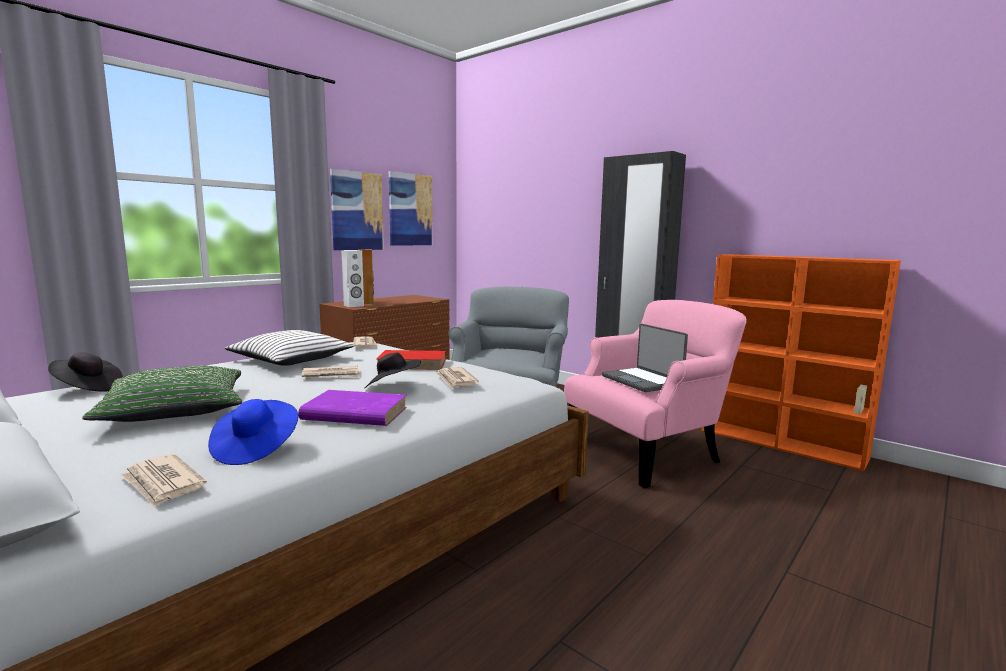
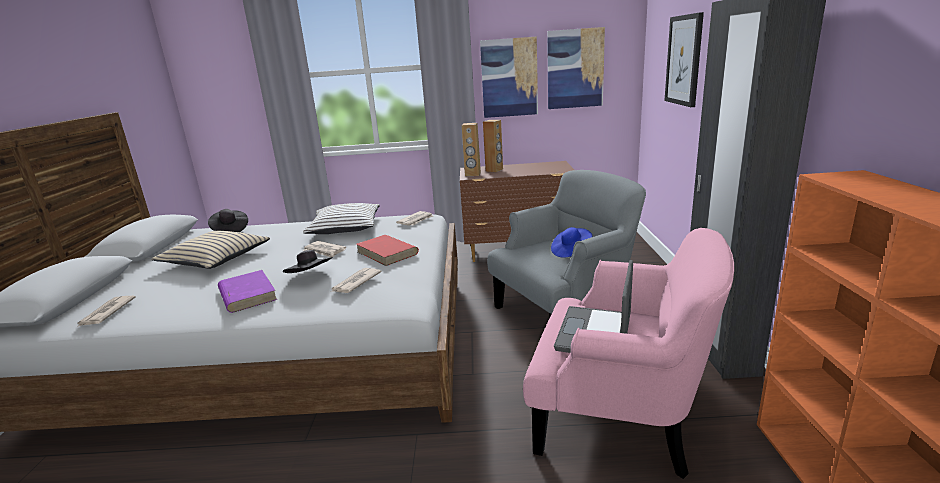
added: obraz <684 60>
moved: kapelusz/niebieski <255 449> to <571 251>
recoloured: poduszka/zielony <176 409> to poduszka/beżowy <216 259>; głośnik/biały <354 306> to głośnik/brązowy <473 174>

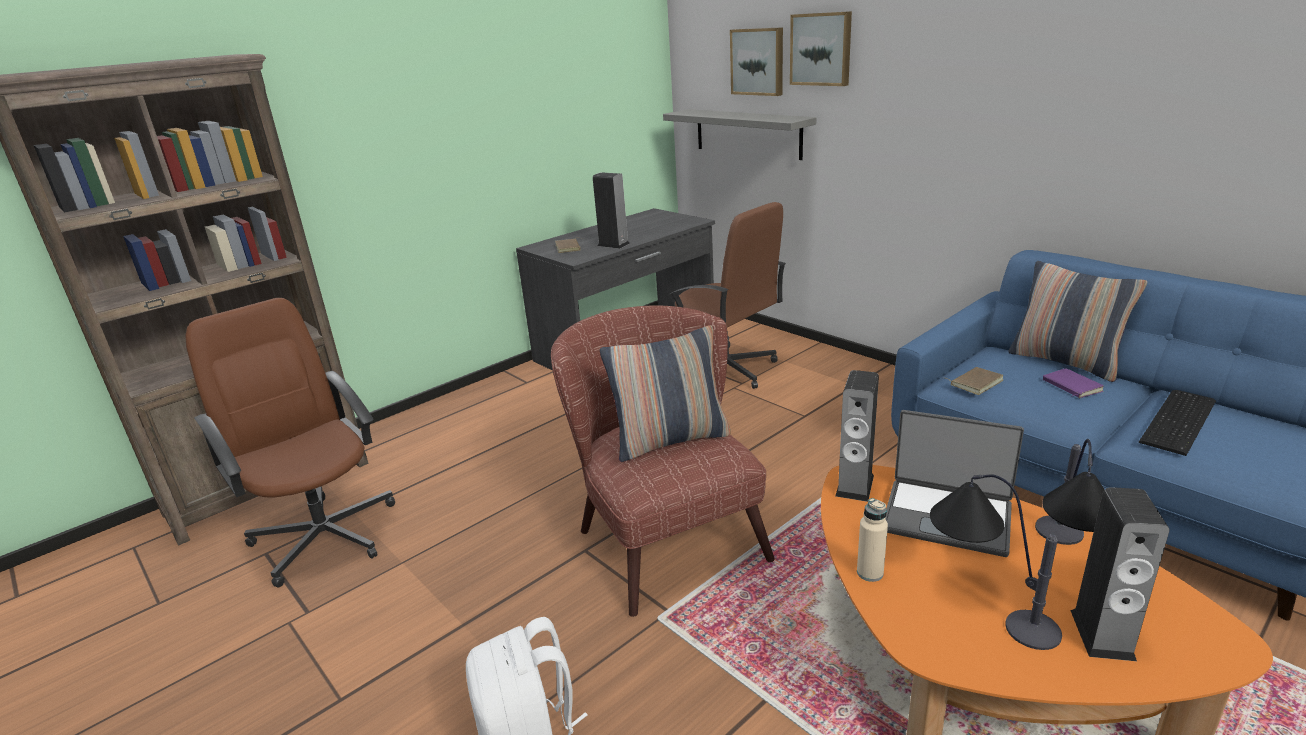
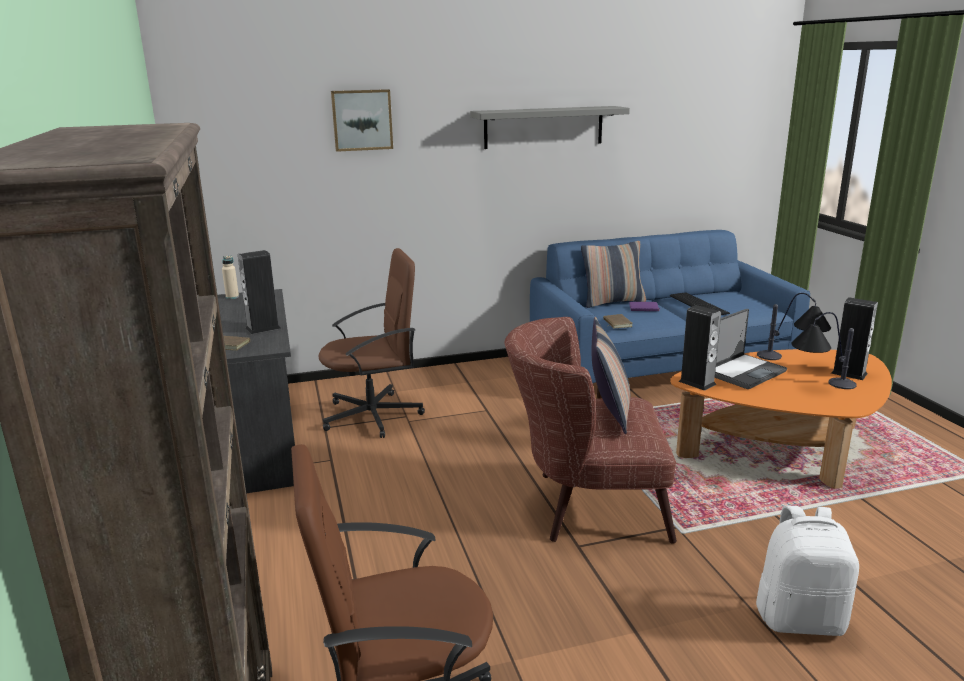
removed: obraz <758 61>
moved: półka/szary <747 133> to <544 127>; butelka/beżowy <870 573> to <232 297>

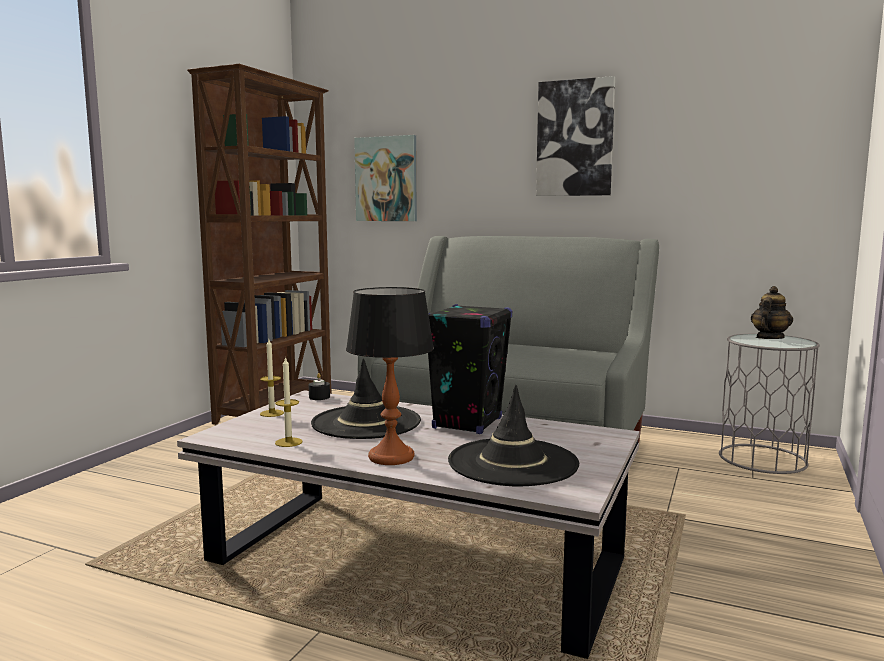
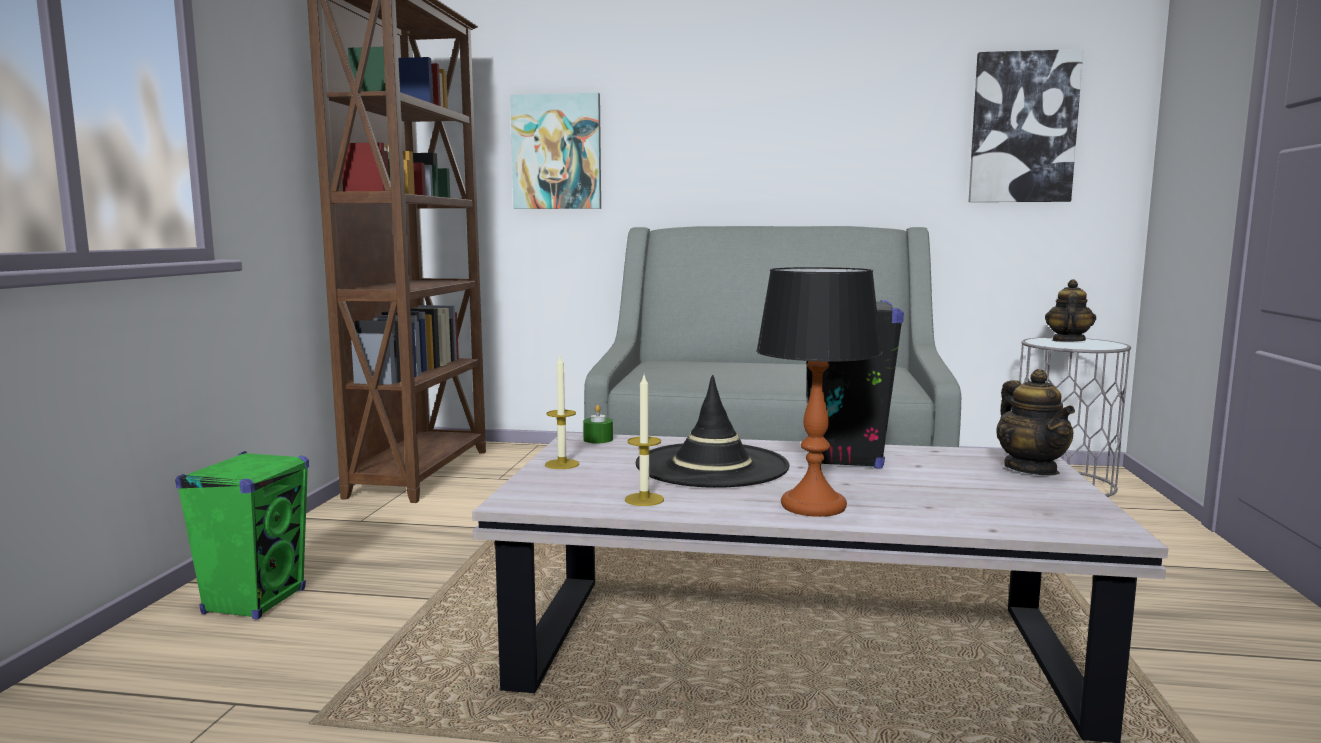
removed: kapelusz/czarny <512 462>
added: głośnik/zielony <255 601>; imbryk <1031 469>
moved: obraz <575 138> to <1023 128>
recoloured: świeca/czarny <319 397> to świeca/zielony <598 439>

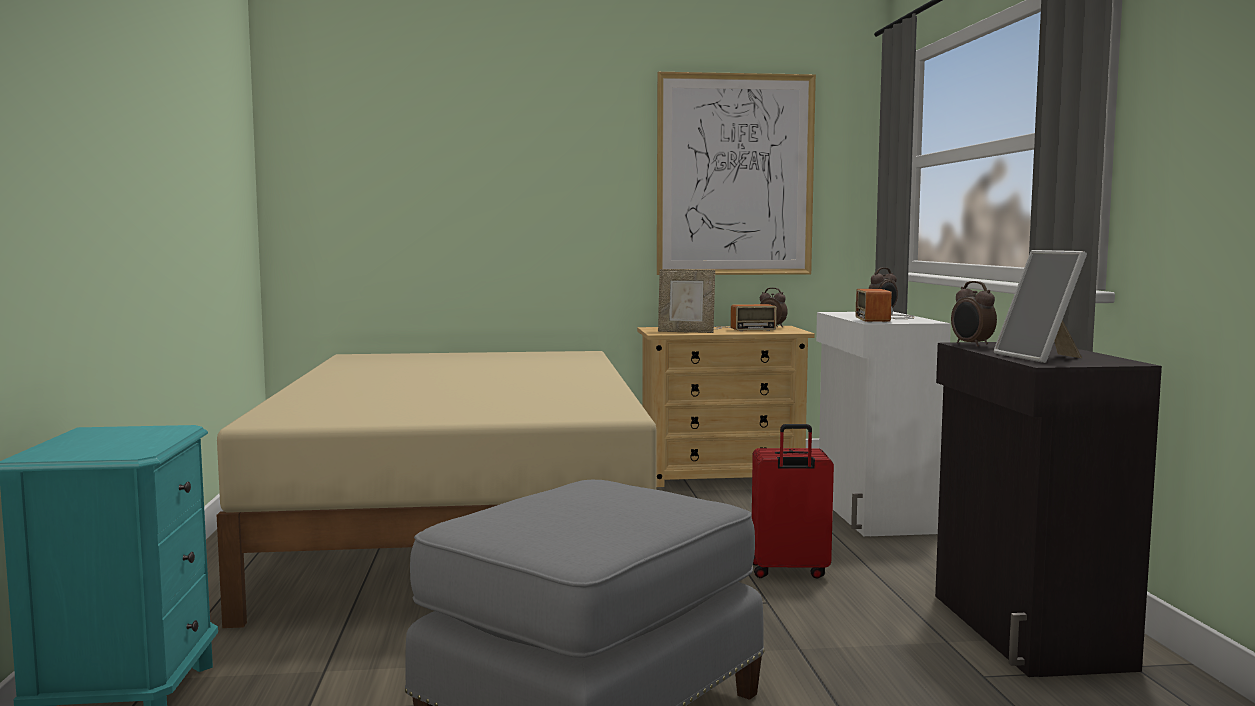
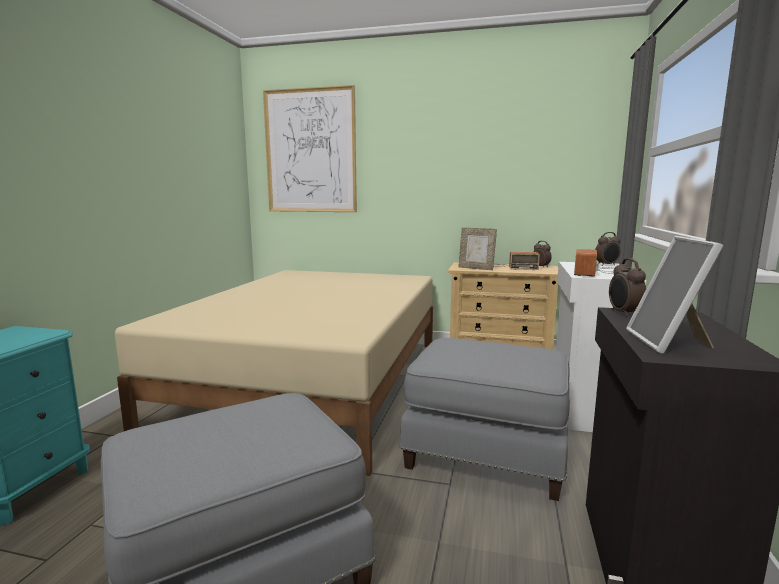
moved: obraz <735 175> to <310 151>
replaced: walizka/czerwony <788 571> to pufa/szary <486 455>

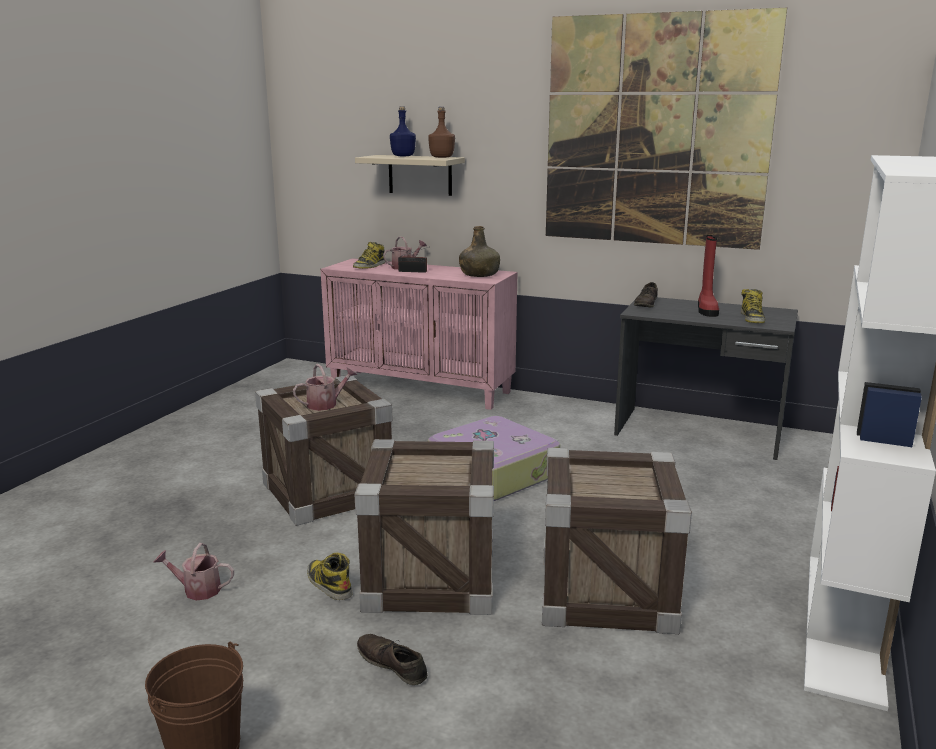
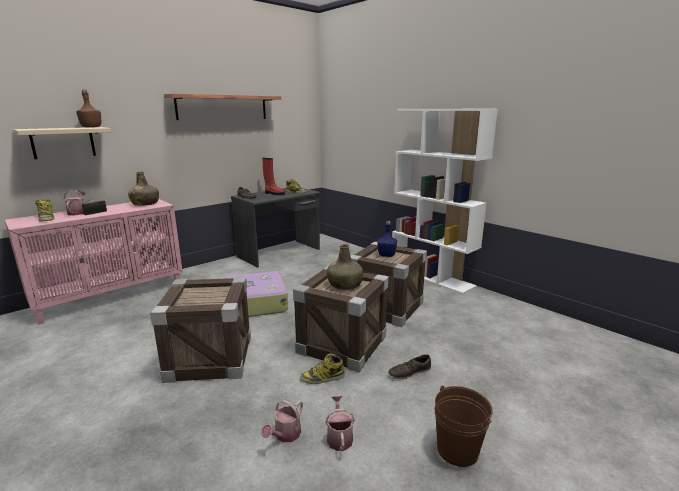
added: butelka/zielony <345 285>
moved: konewka <326 404> to <339 437>; butelka/niebieski <402 156> to <386 255>
replaced: obraz <655 132> to półka <223 107>

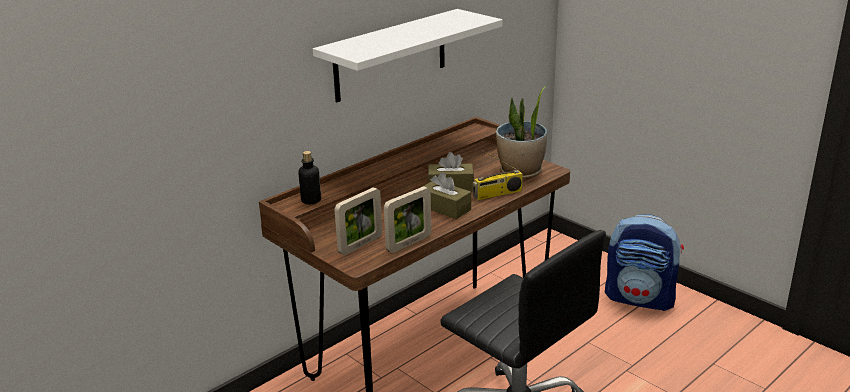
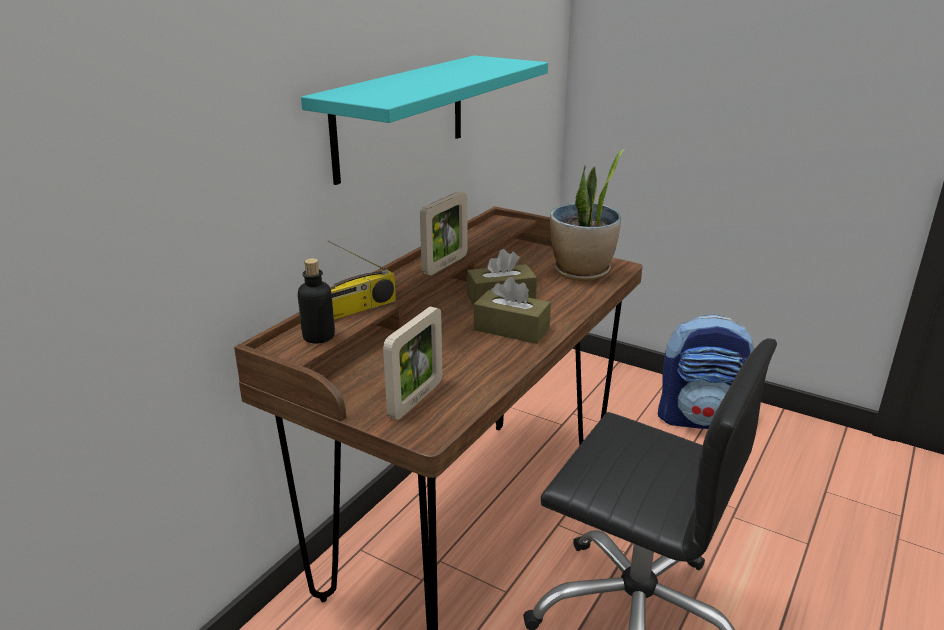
moved: ramka na zdjęcie <409 243> to <445 265>; radio <497 194> to <358 309>
recoloured: półka/biały <391 55> to półka/turkusowy <400 116>

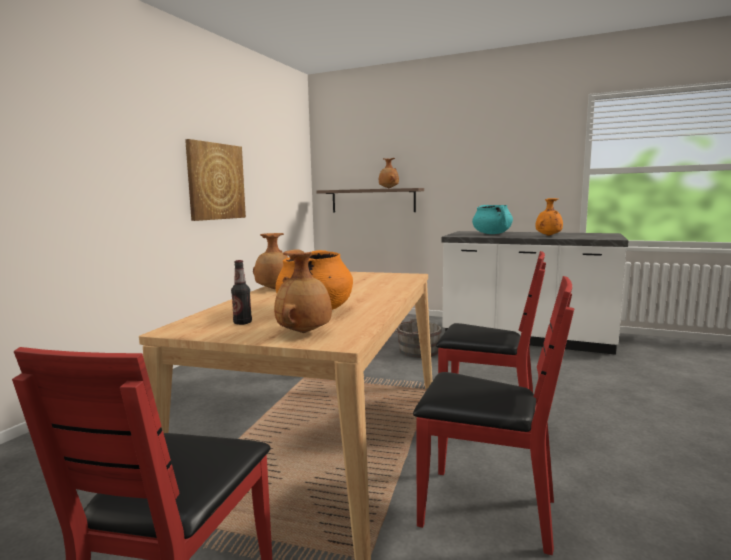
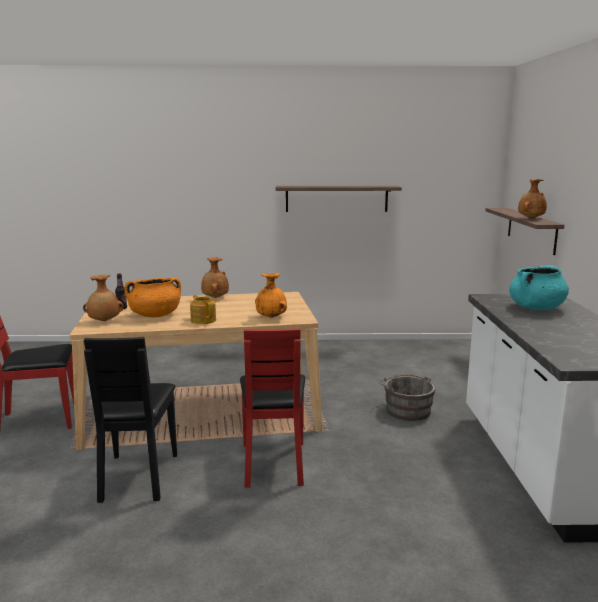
added: imbryk <203 320>
moved: wazon/pomarańczowy <548 235> to <271 317>
replaced: obraz <216 181> to półka <336 198>
recoloured: krzesło/czerwony <485 509> to krzesło/czarny <138 476>

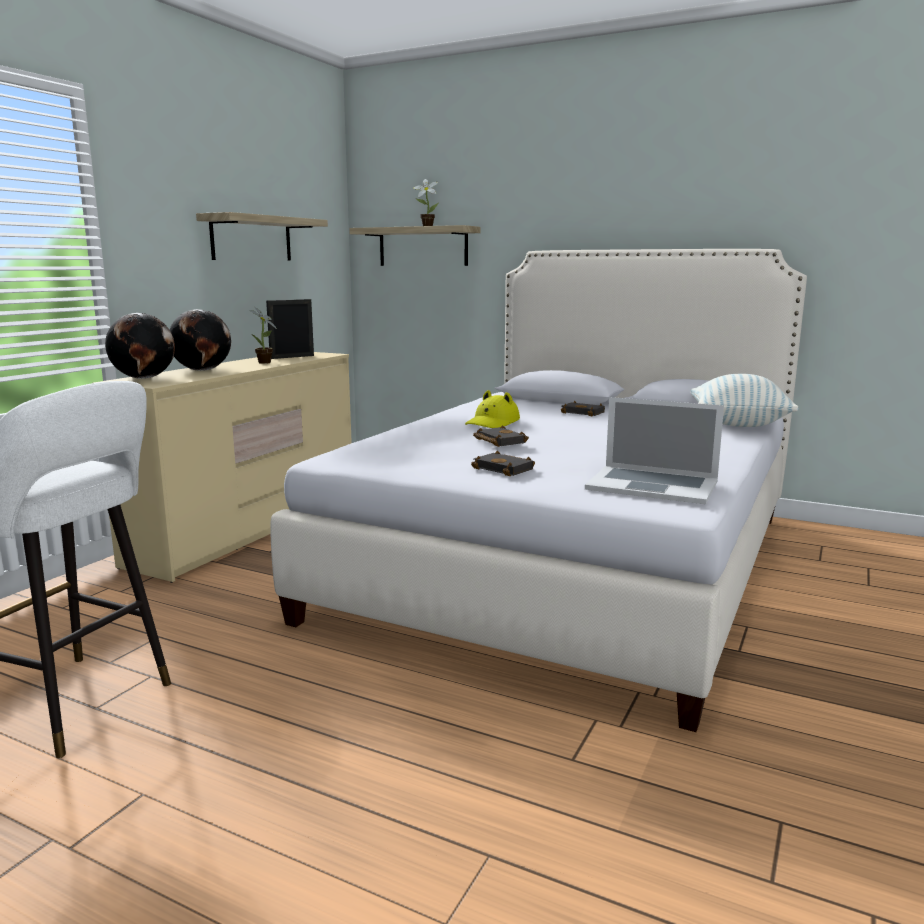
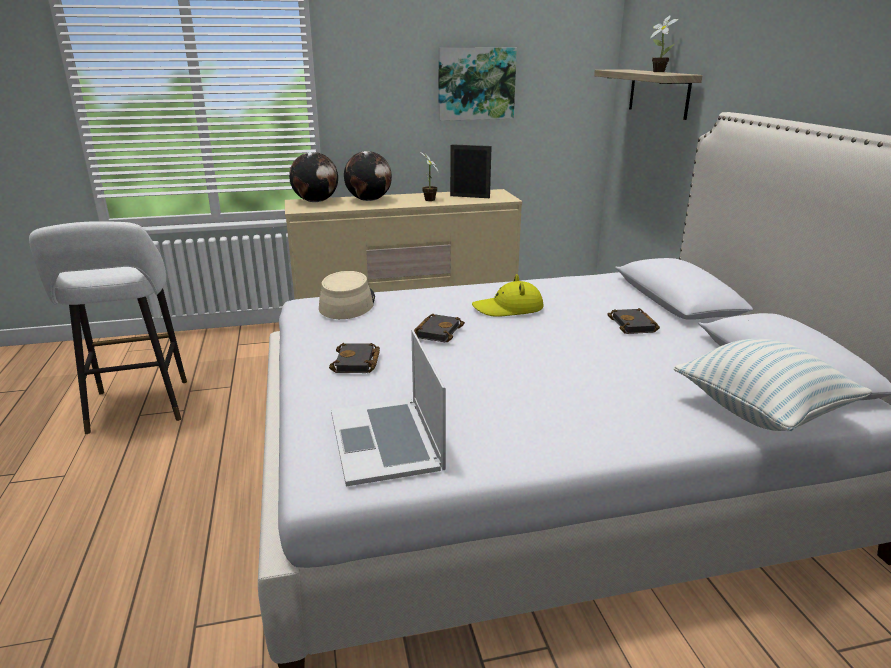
added: kapelusz/beżowy <347 303>
replaced: półka <251 238> to obraz <476 84>

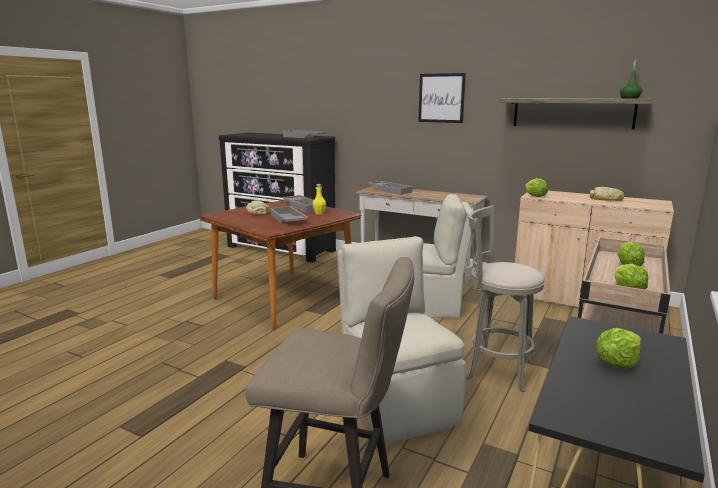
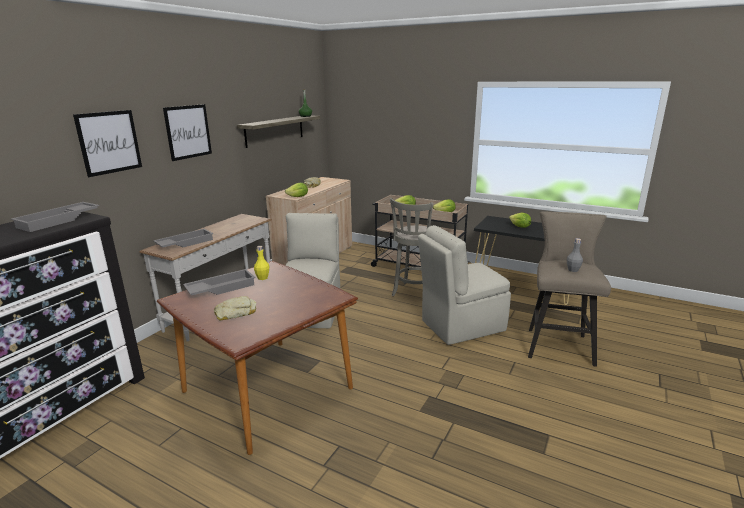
removed: taca/szary <287 220>
added: obraz <109 142>; butelka/szary <573 270>

